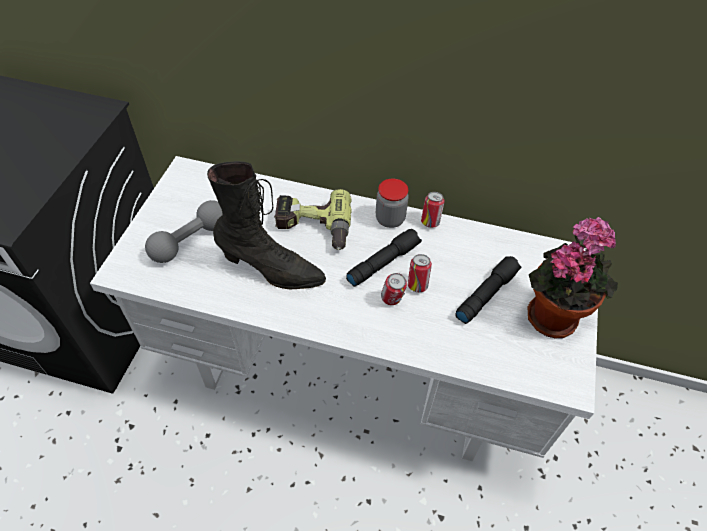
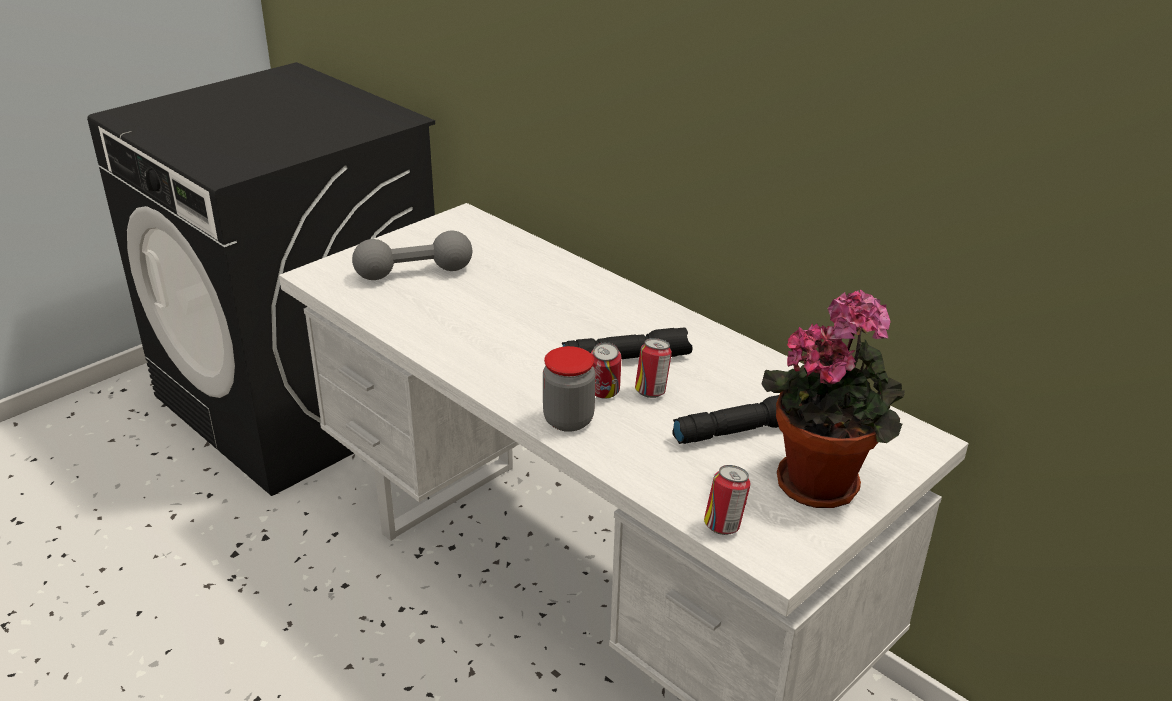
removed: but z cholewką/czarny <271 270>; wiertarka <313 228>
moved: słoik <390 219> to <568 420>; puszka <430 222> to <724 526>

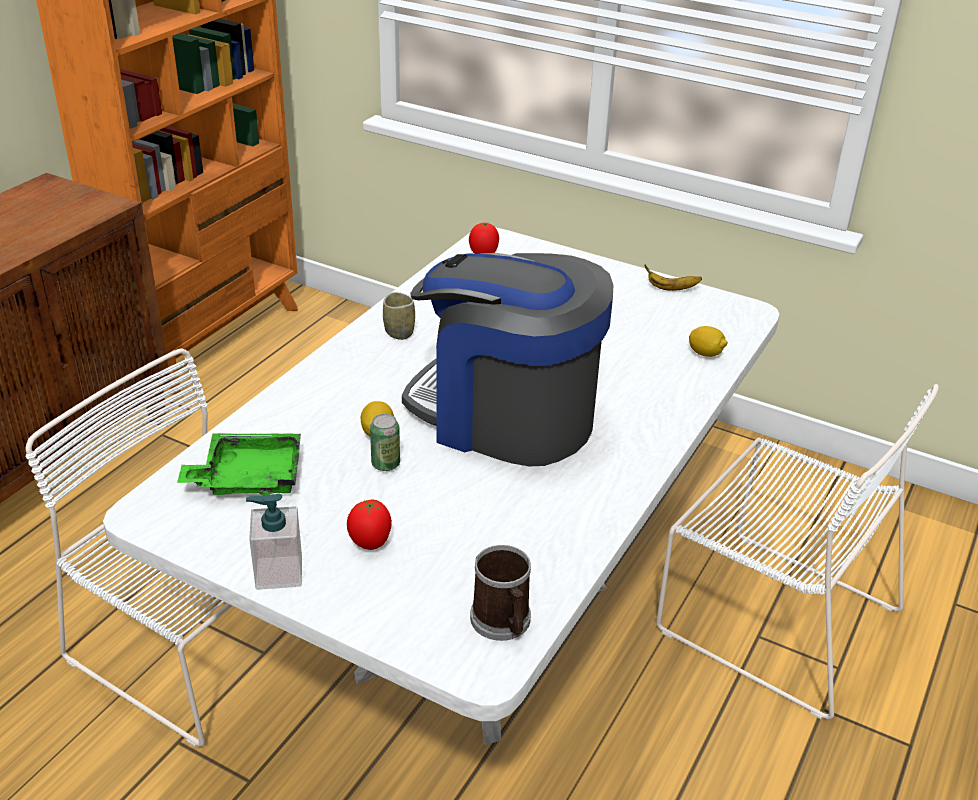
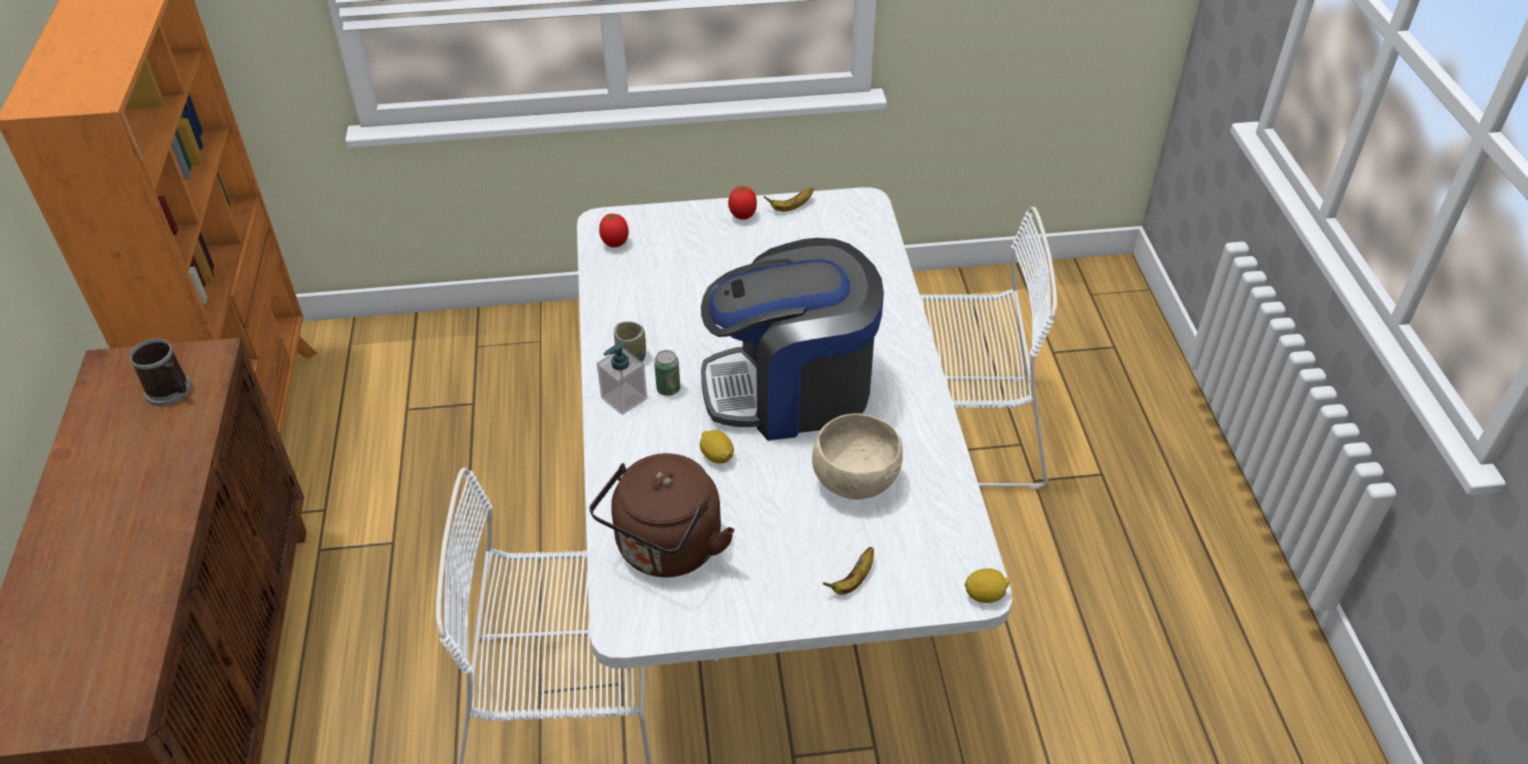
added: miska/beżowy <854 482>; banan <853 581>
moved: dozownik mydła <278 572> to <624 398>; pomidor <370 543> to <743 216>; puszka <385 464> to <668 389>; kubek <503 623> to <172 392>; cytryna <705 353> to <985 595>
replaced: taca/zielony <248 477> to czajnik/brązowy <666 550>

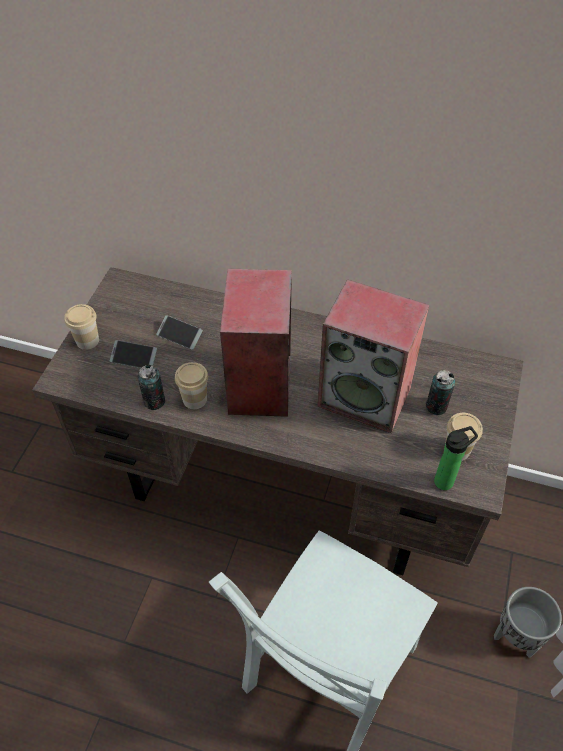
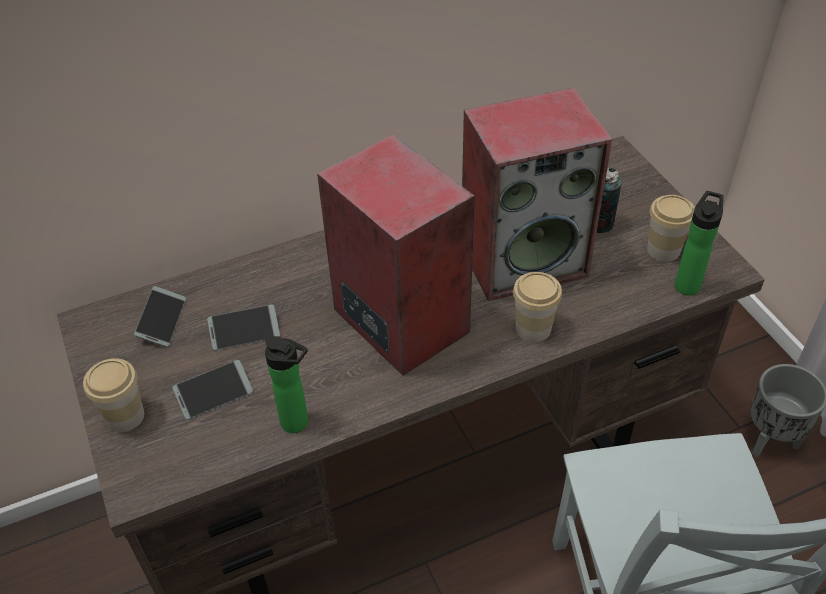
added: telefon <162 321>
moved: filiżanka <194 399> to <533 328>
replaced: puszka <154 401> to butelka <298 423>

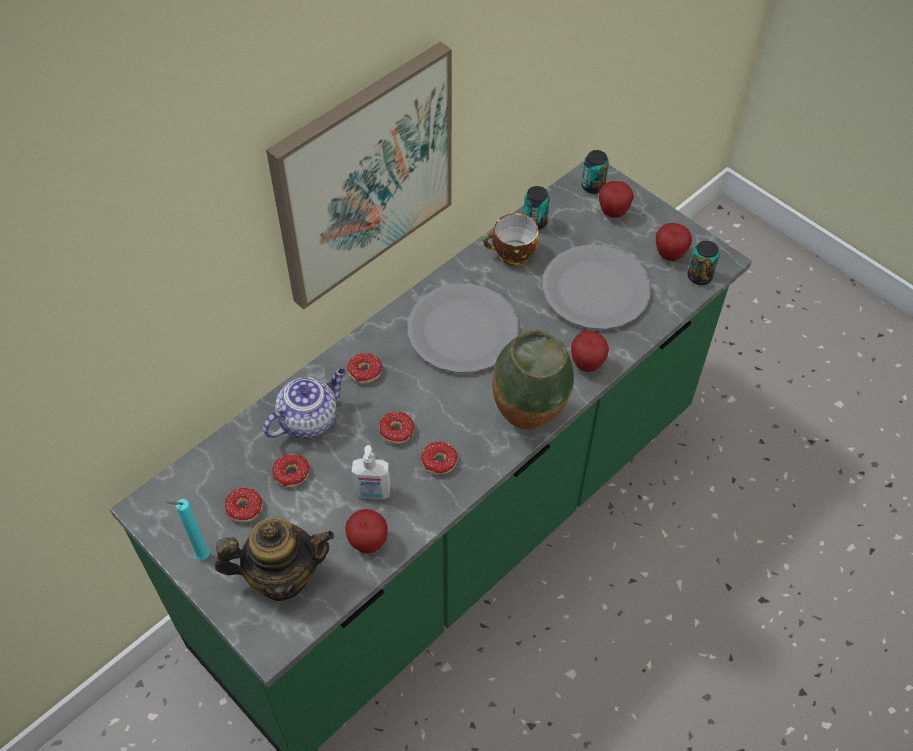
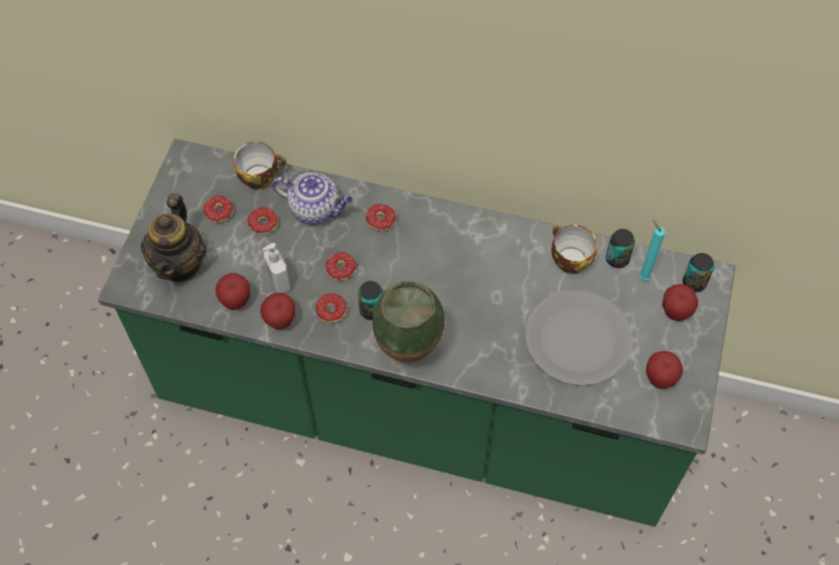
removed: obraz <364 176>; talerz/szary <463 330>
added: filiżanka <260 176>
moved: świeca/turkusowy <200 556> to <642 277>; jabłko <587 364> to <280 321>; puszka <699 277> to <371 310>
turned: imbryk <282 576> = <180 264> 45 degrees clockwise

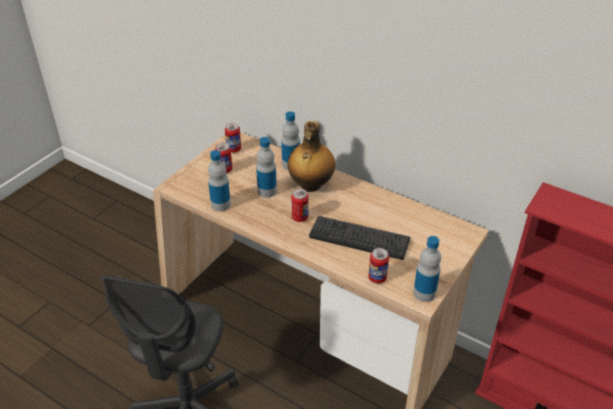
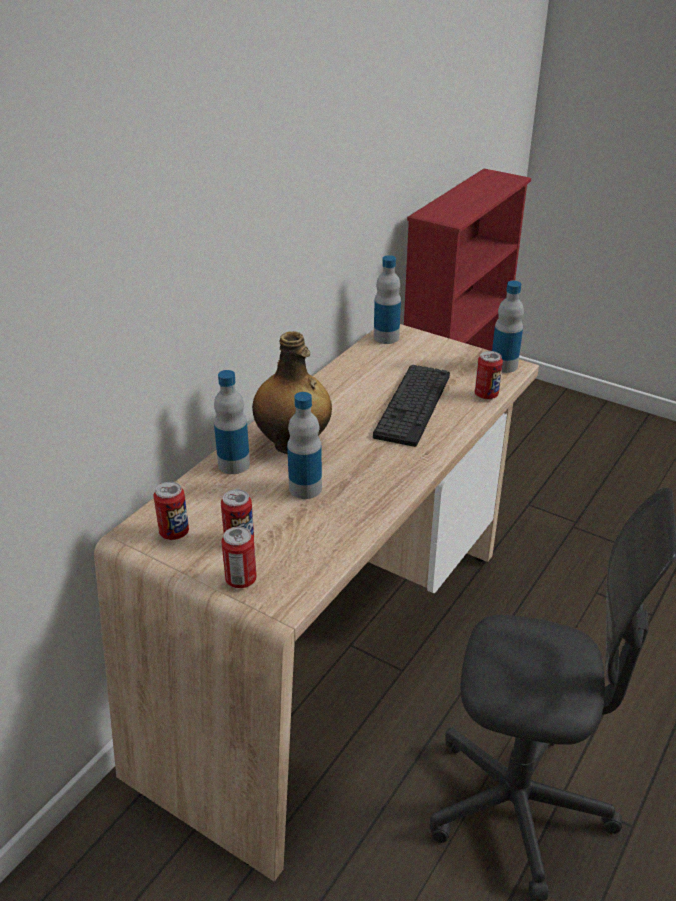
moved: butelka <220 205> to <386 337>; puszka <300 217> to <241 580>

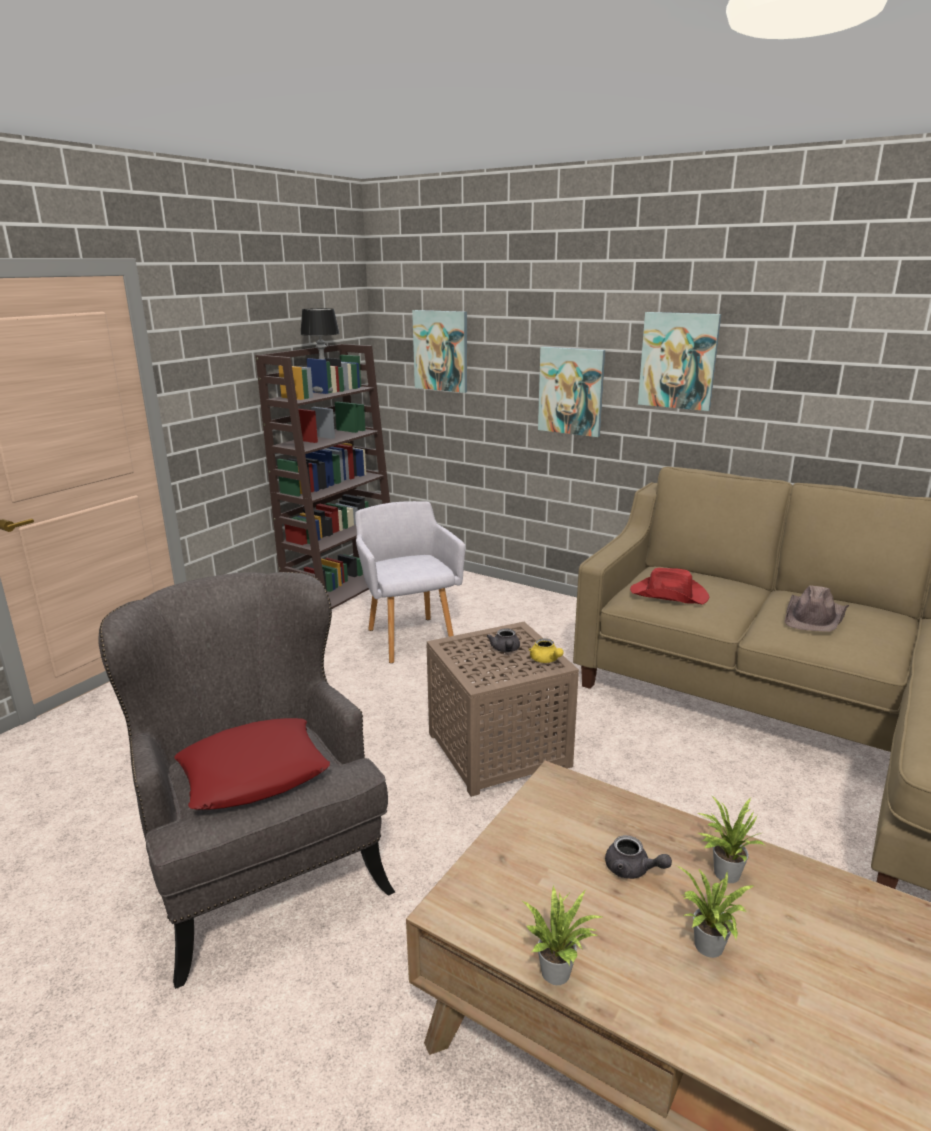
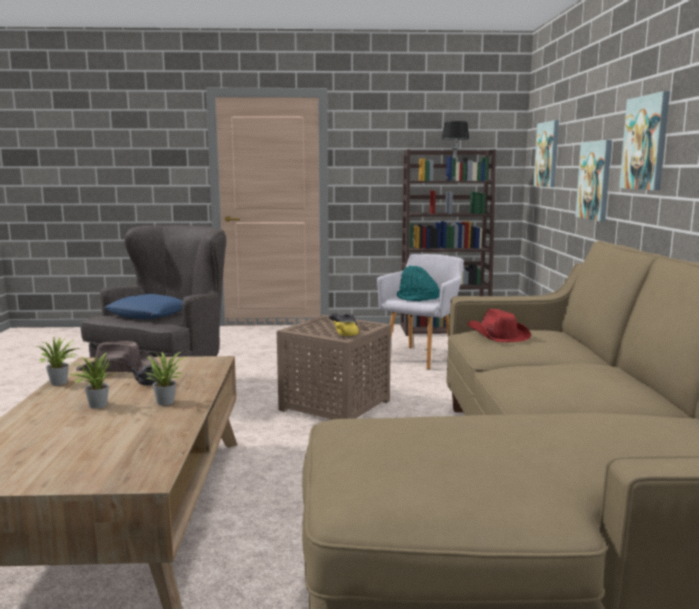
added: kapelusz/turkusowy <417 298>
moved: kapelusz/brązowy <815 617> to <119 369>
recoloured: poduszka/czerwony <254 773> to poduszka/niebieski <148 314>

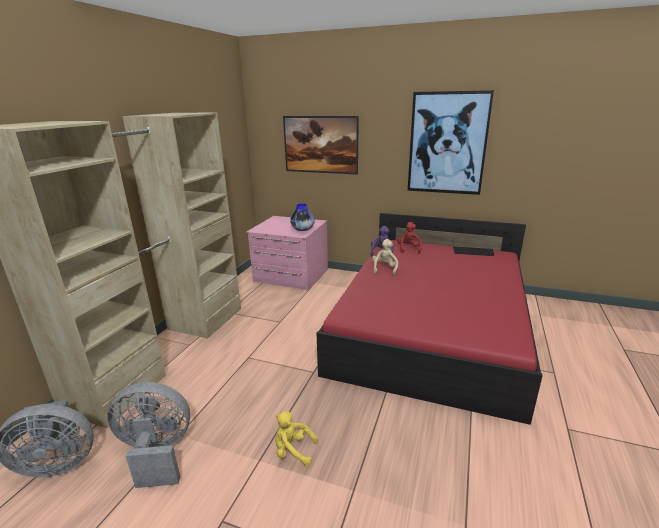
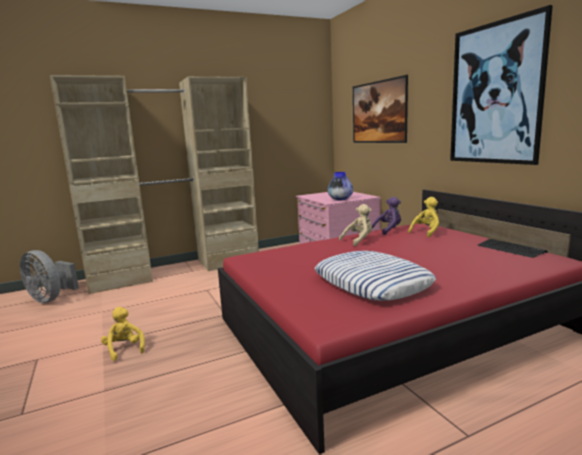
removed: wentylator/szary <157 453>
added: poduszka <372 283>
recoloured: pluszak/czerwony <408 249> to pluszak/żółty <426 232>

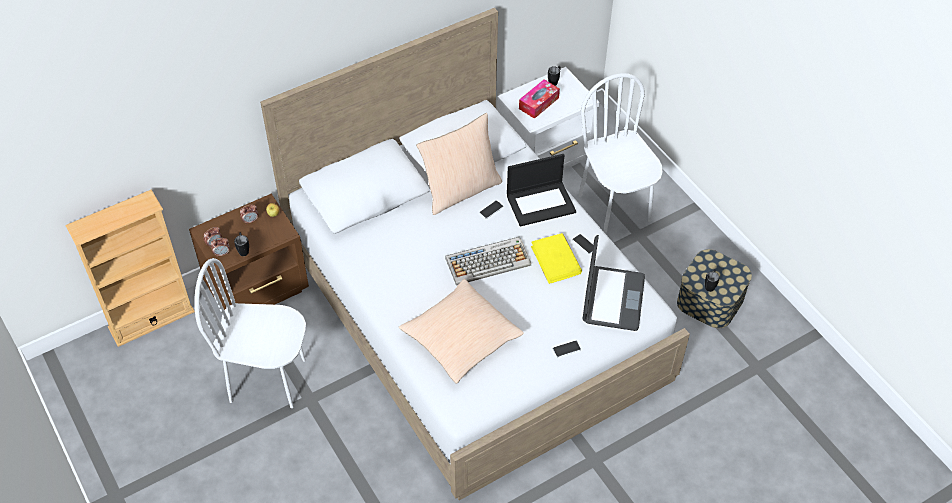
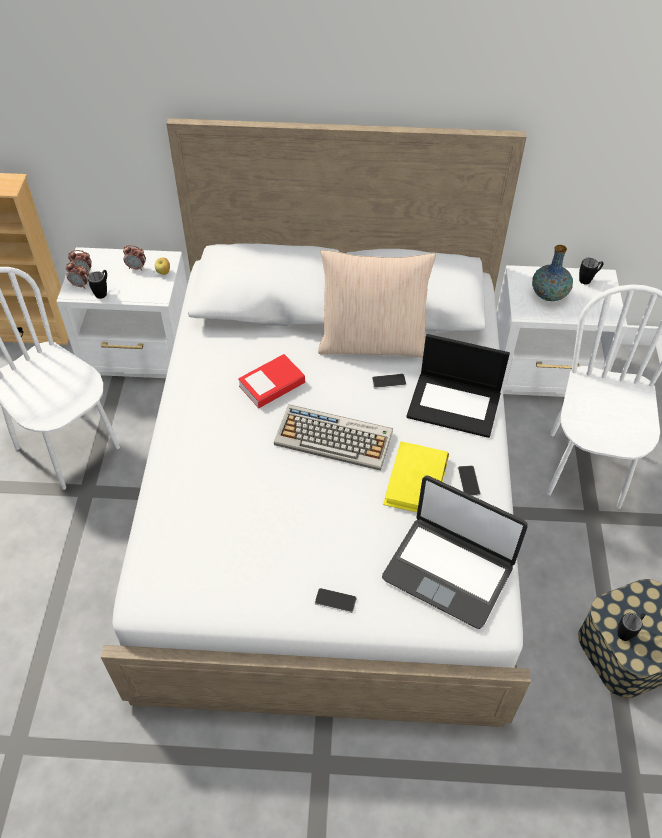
removed: poduszka/beżowy <460 338>
added: książka <272 385>
replaced: pudełko chusteczek <538 103> to wazon <549 294>
recoloured: szafka nocna/brązowy <259 289> to szafka nocna/biały <141 355>
turned: laptop <612 299> = <448 571> 75 degrees clockwise

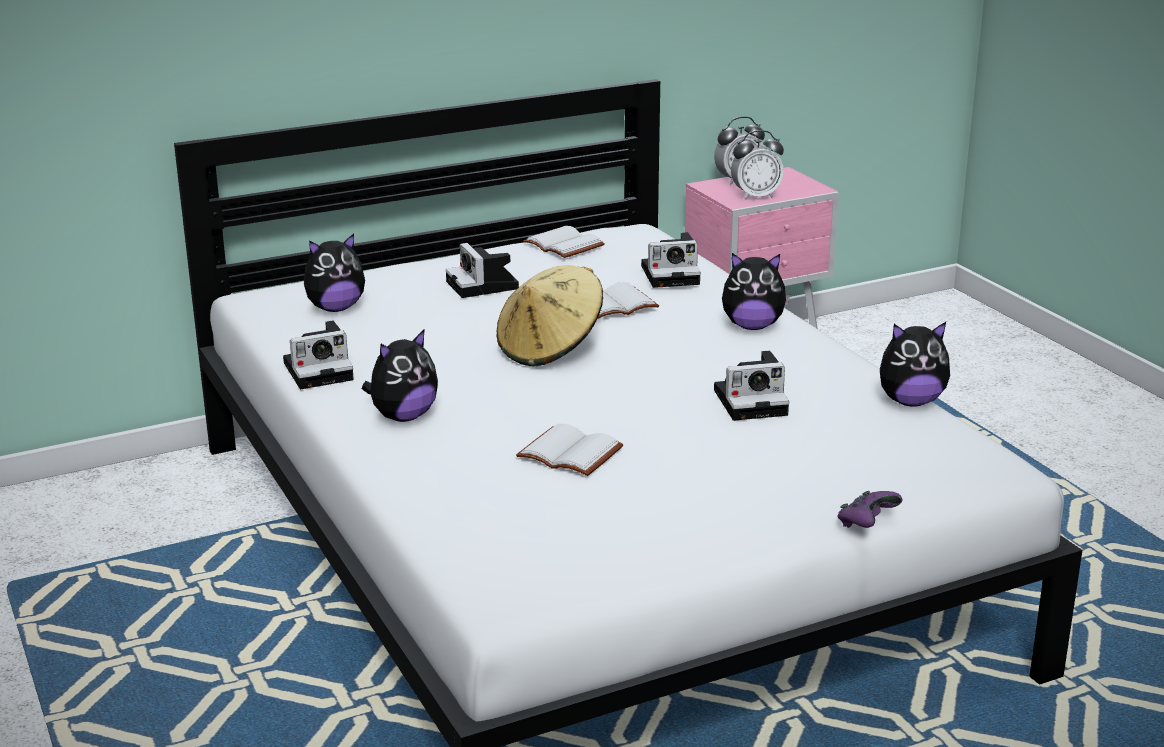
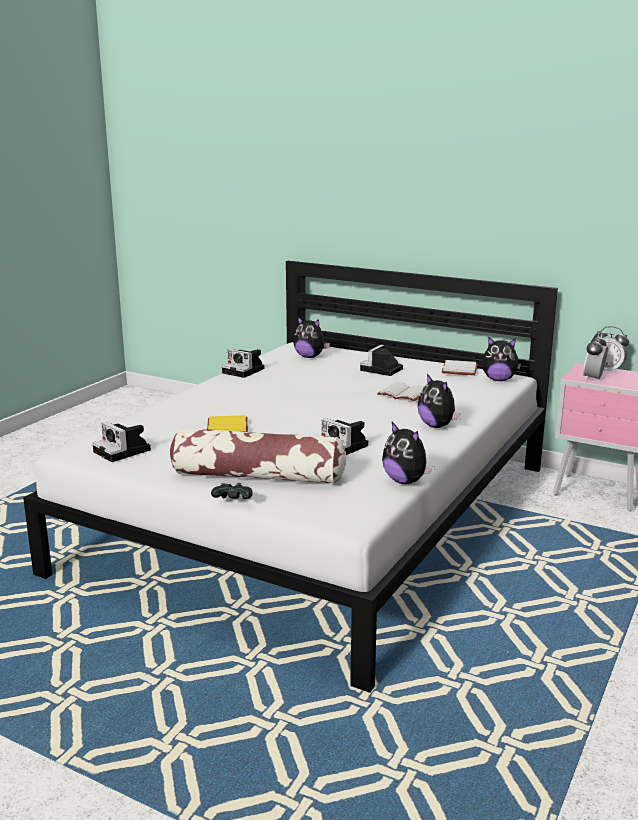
removed: kapelusz/beżowy <550 349>
added: poduszka <257 476>
moved: pluszak <403 416> to <499 380>; aparat fotograficzny <672 274> to <124 451>
recoloured: książka/biały <572 453> to książka/żółty <229 428>; pad do gier/fioletowy <866 524> to pad do gier/czarny <233 501>
turned: budzik <755 196> = <593 379> 75 degrees clockwise

